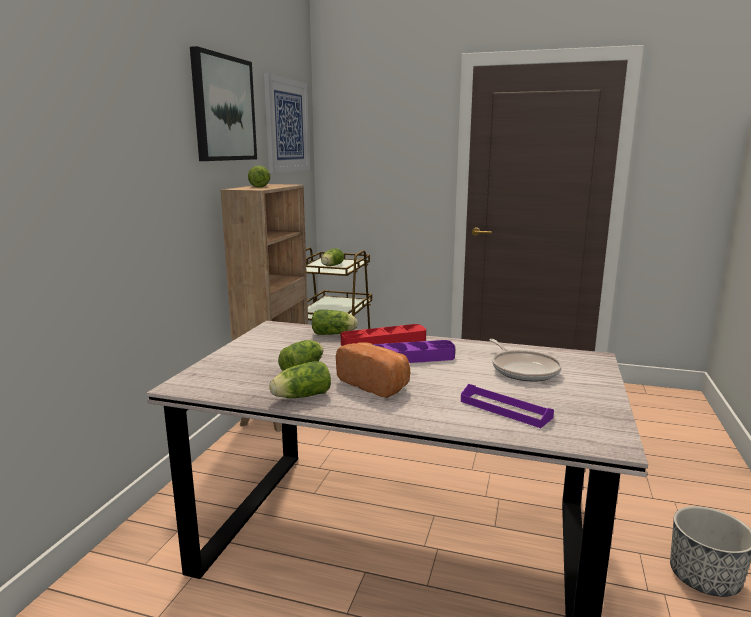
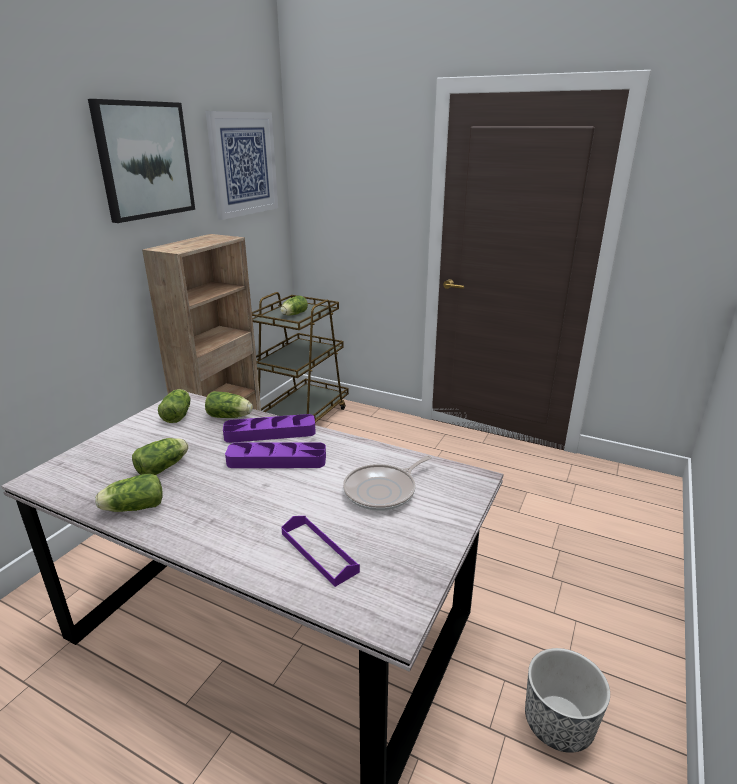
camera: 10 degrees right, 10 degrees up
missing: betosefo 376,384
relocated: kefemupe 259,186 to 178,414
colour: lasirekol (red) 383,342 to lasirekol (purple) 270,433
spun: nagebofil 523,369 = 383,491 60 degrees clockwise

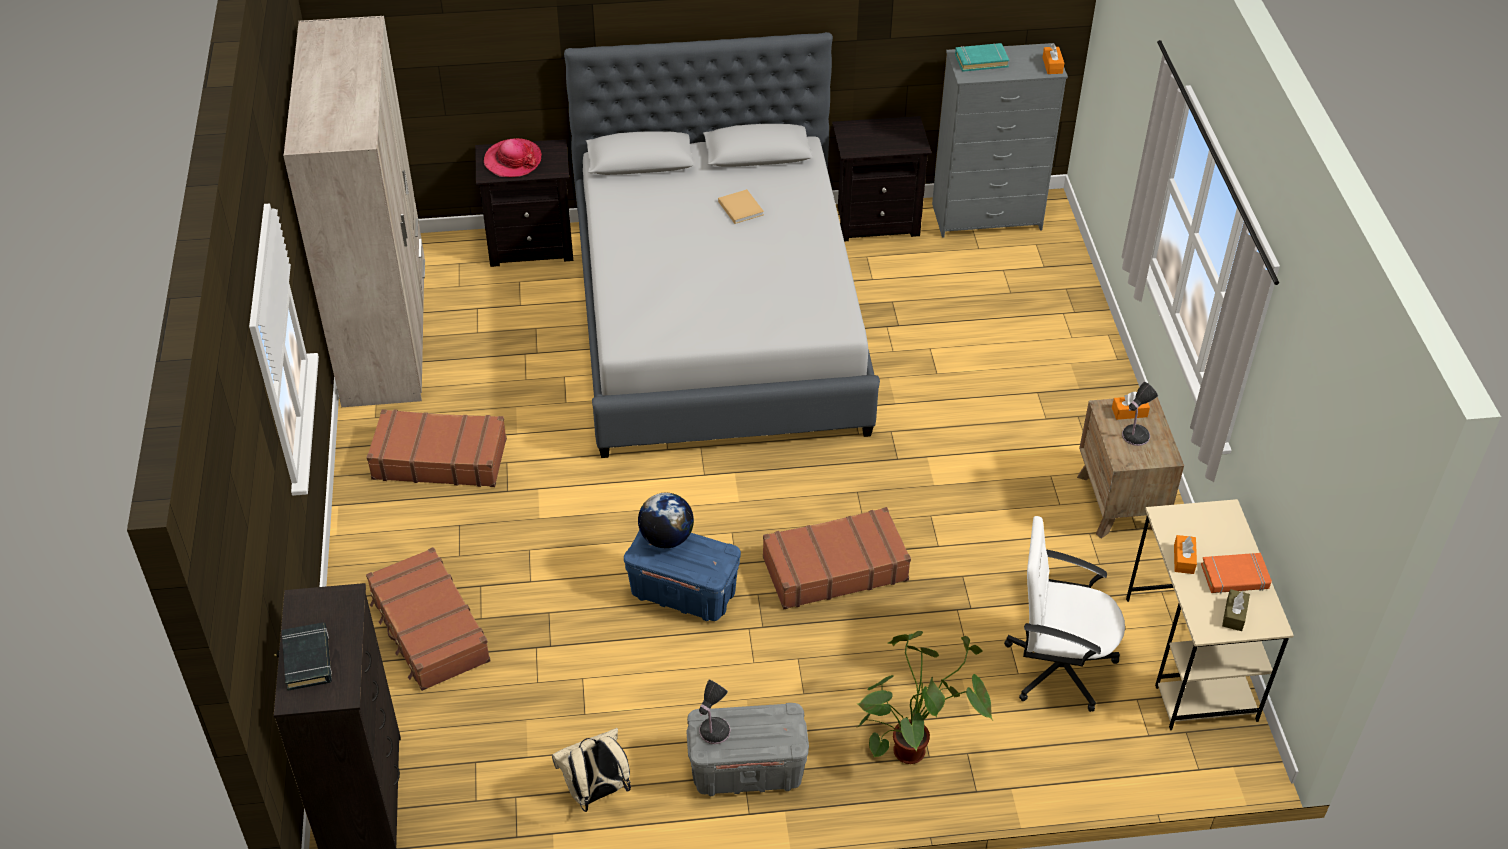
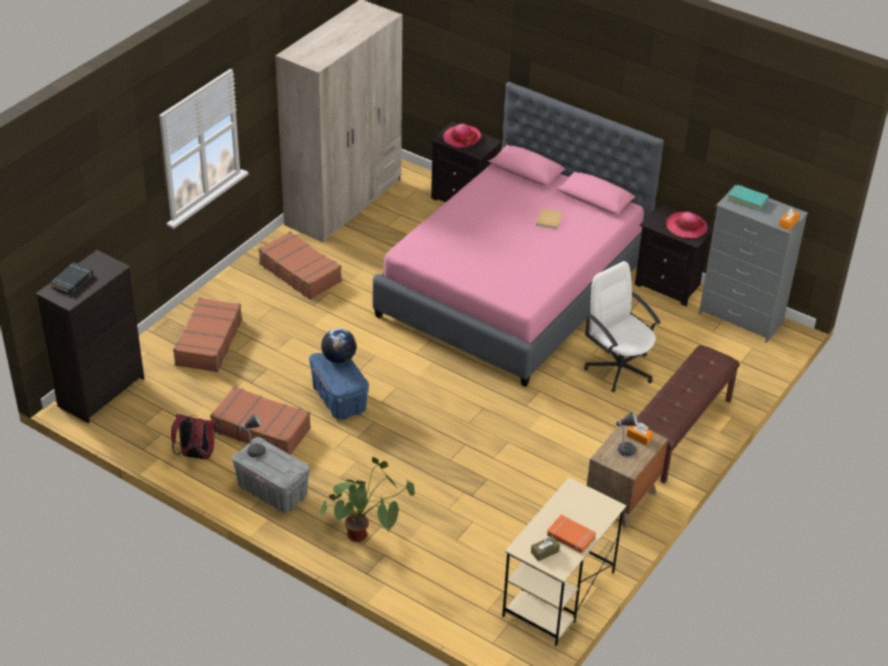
camera: 40 degrees right, 5 degrees down
missing: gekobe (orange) 1183,559
appeared: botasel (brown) 680,432; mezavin 686,227
relocated: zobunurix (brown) 834,568 to 261,429; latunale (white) 1057,666 to 619,368
colour: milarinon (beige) 596,793 to milarinon (red) 196,455; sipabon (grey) 719,324 to sipabon (pink) 514,288

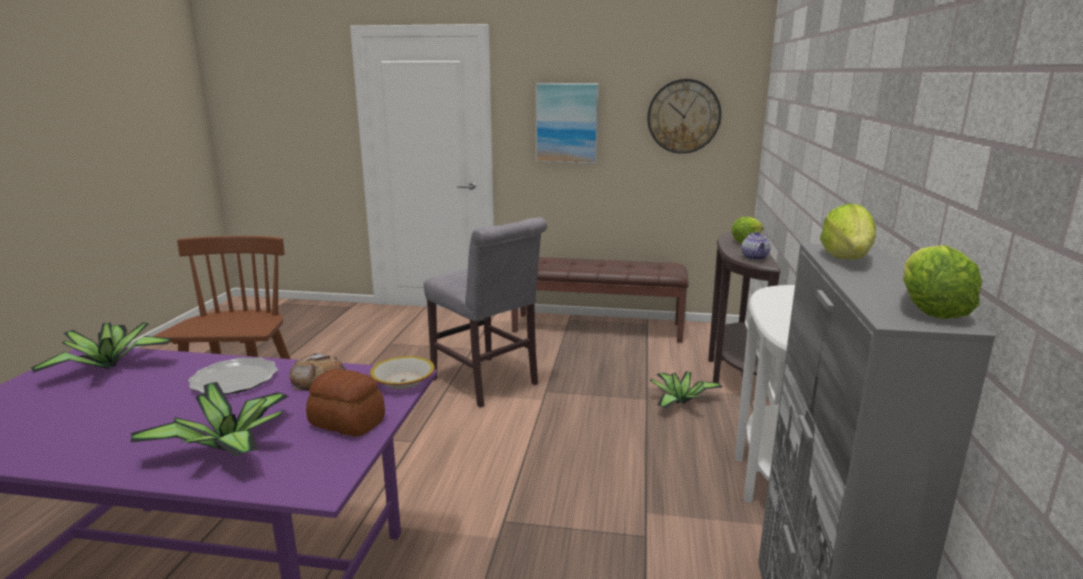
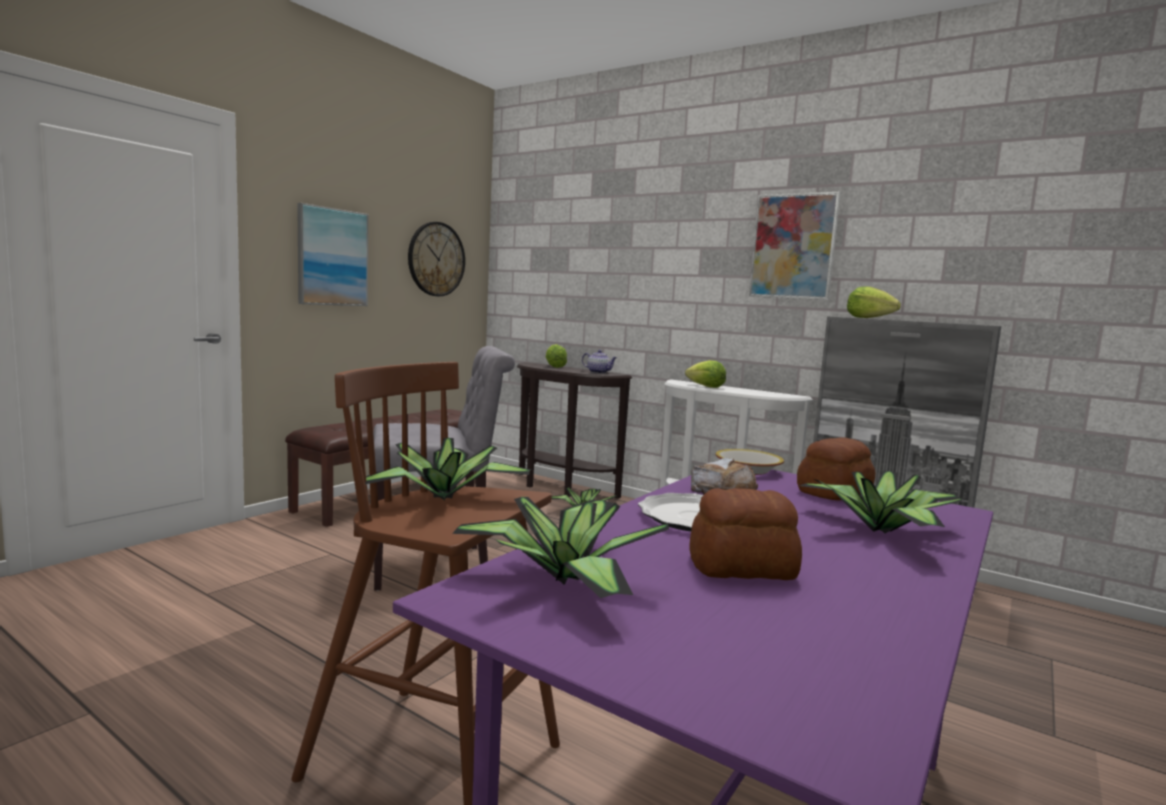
camera: 65 degrees left, 10 degrees down
appeared: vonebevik 444,496; betosefo 743,568; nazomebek 793,246
relocated: kefemupe 929,309 to 705,386

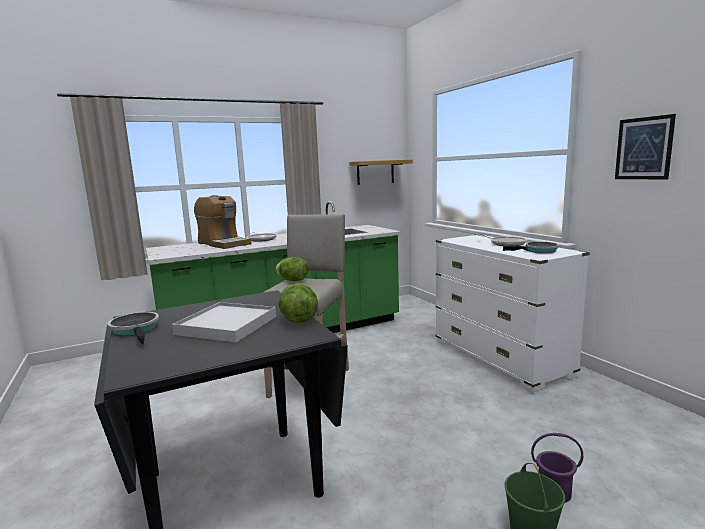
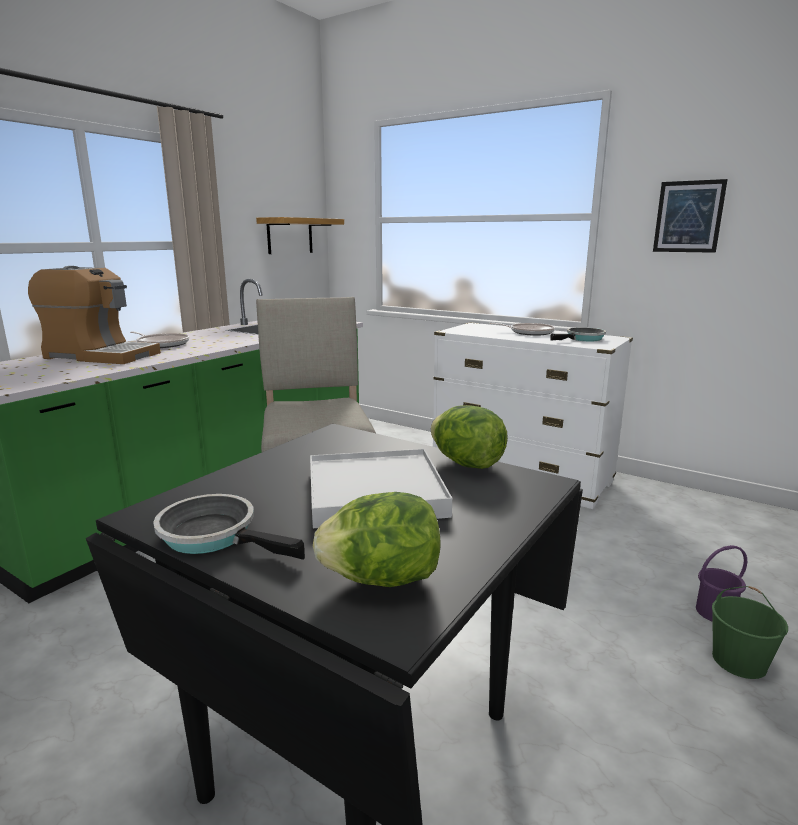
camera: 30 degrees left, 5 degrees up
relocated: kefemupe 292,280 to 382,579

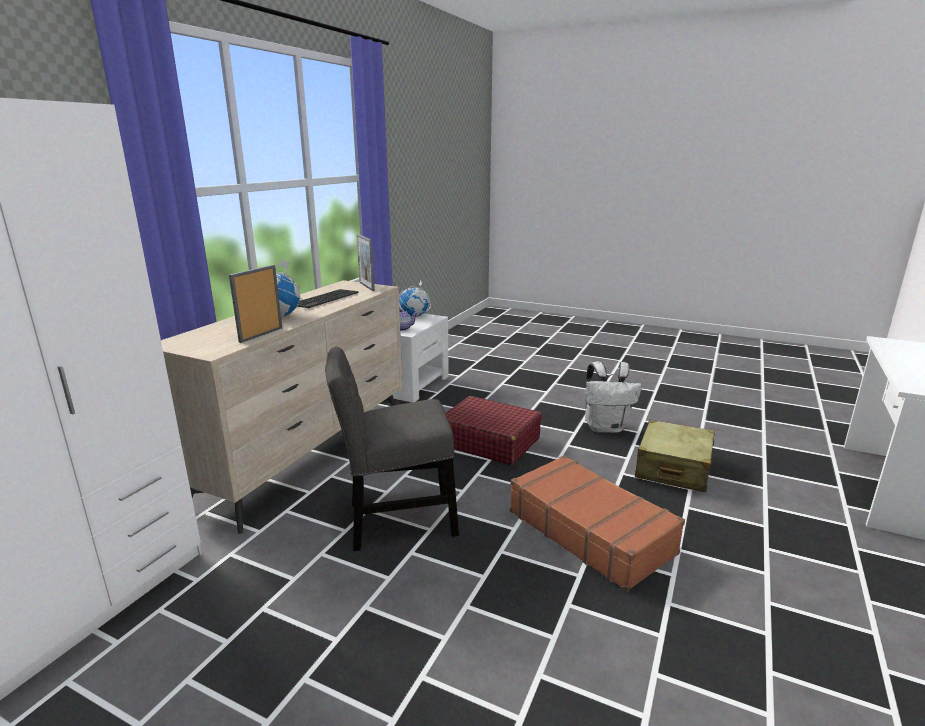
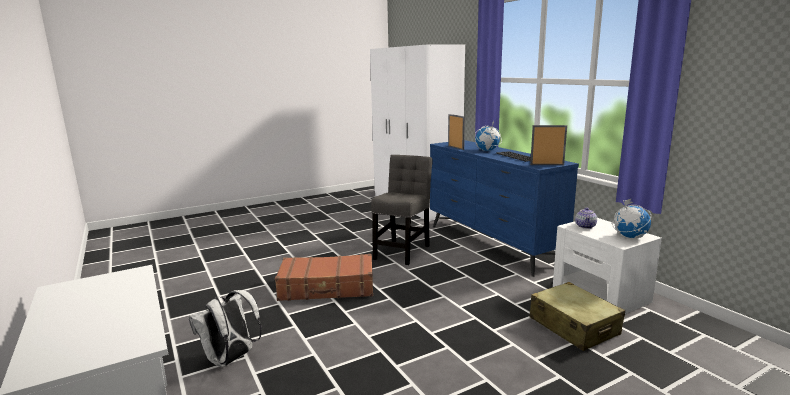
camera: 125 degrees right, 5 degrees down
missing: zobunurix (red) 489,441
relocated: milarinon (white) 606,427 to 231,359; zobunurix (beige) 673,468 to 573,326
colour: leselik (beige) 309,455 to leselik (blue) 491,244

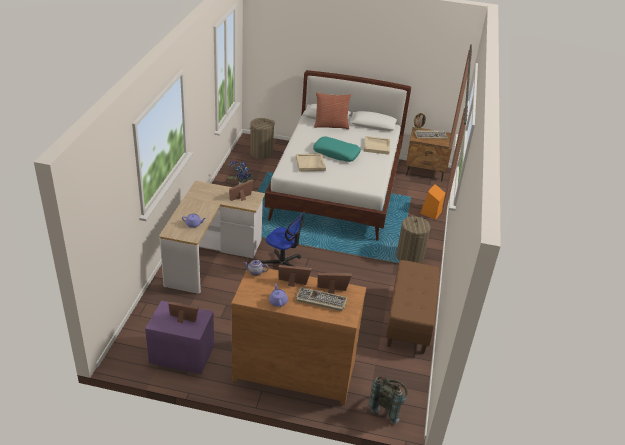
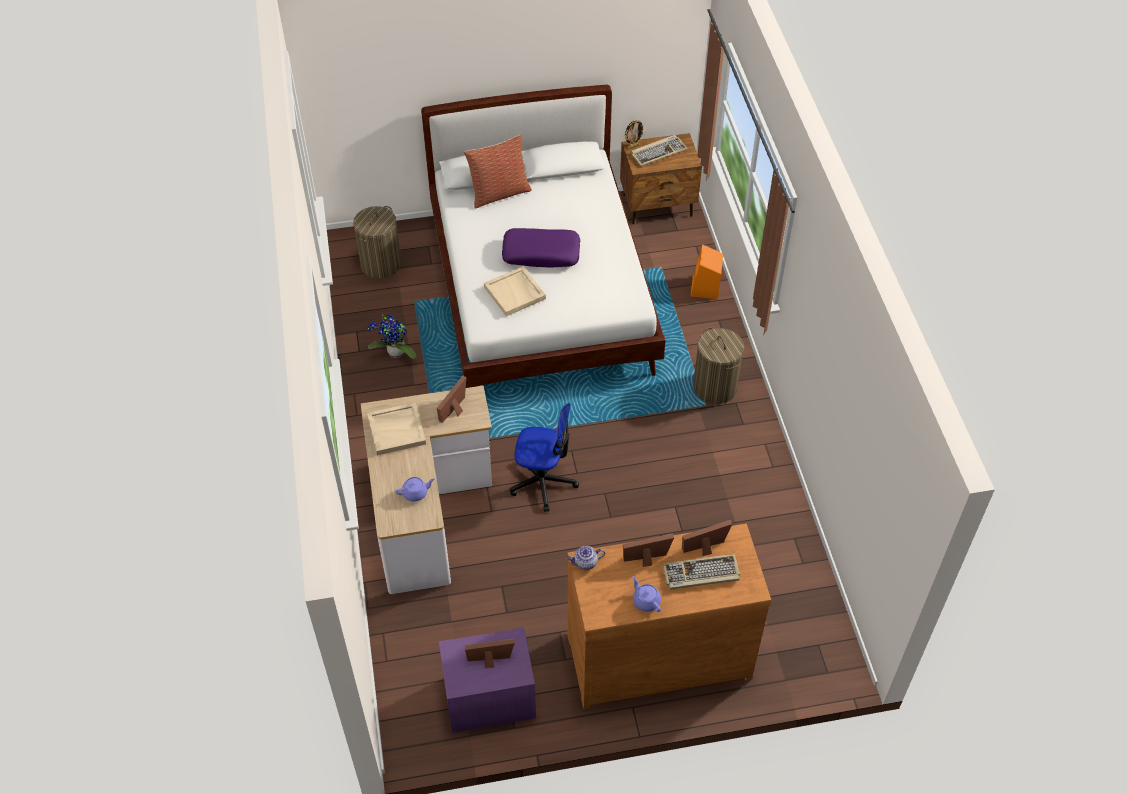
camera: 20 degrees left, 15 degrees up
missing: milarinon (grey) 388,407; botasel (brown) 410,320
relocated: lasirekol (beige) 377,146 to 397,430
colour: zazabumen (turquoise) 336,153 to zazabumen (purple) 541,253

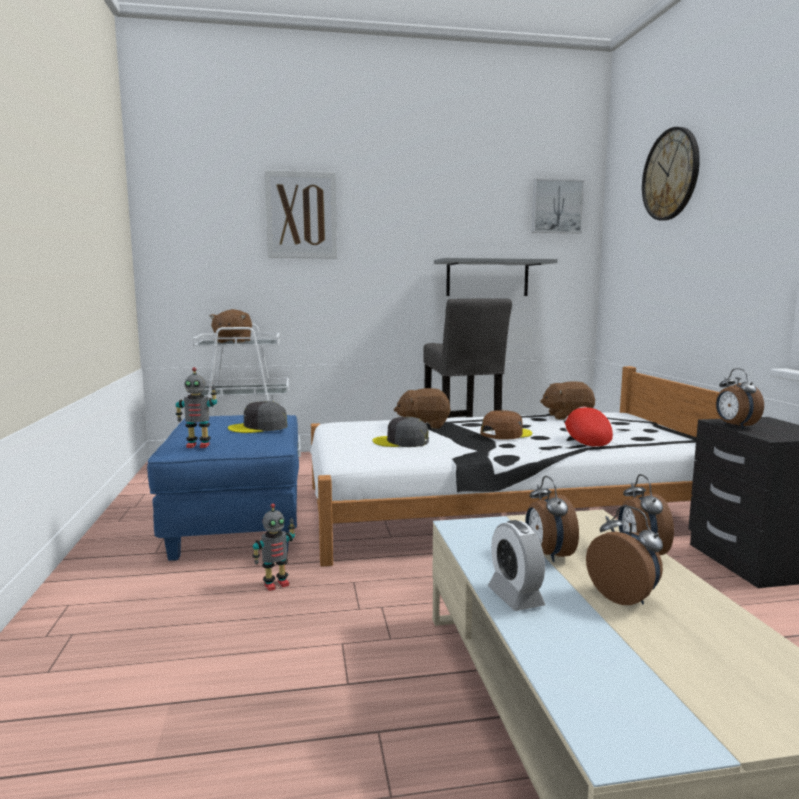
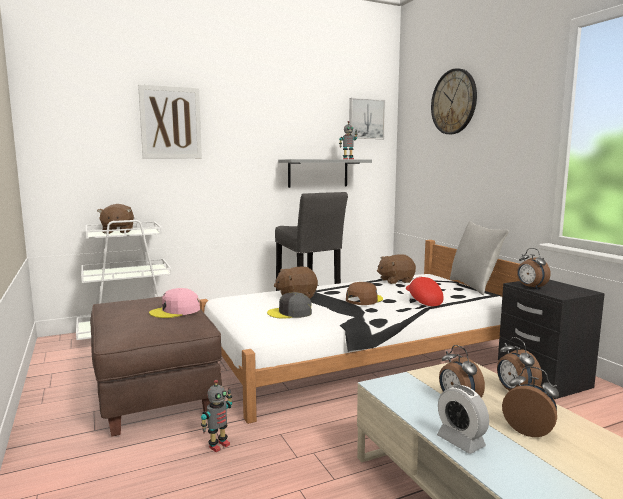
camera: 15 degrees left, 0 degrees up
appeared: zazabumen (grey) 474,286
relocated: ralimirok 198,445 to 348,159
colour: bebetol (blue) 237,524 to bebetol (brown) 155,394; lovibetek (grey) 259,427 to lovibetek (pink) 175,311

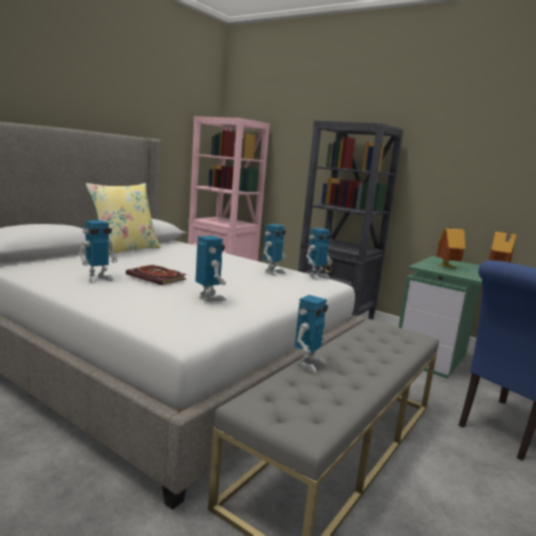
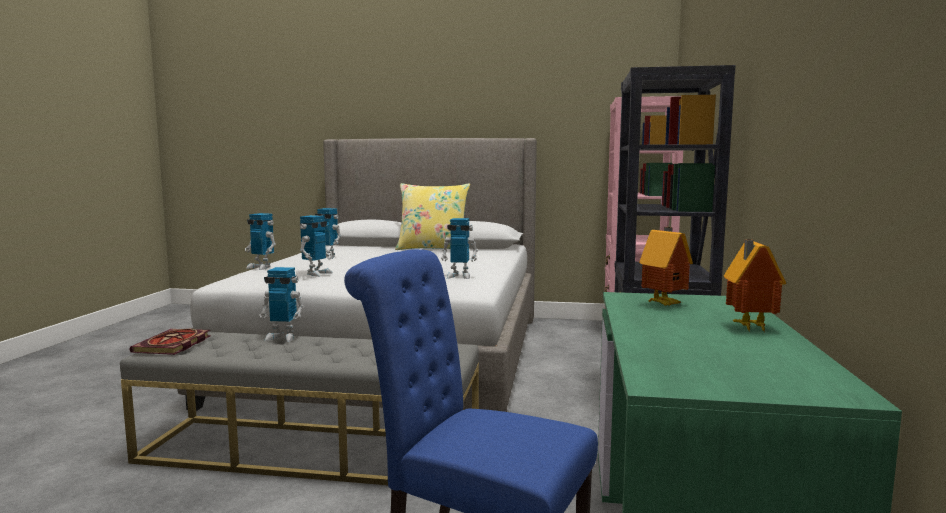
camera: 65 degrees right, 5 degrees down
relocated: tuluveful 158,277 to 173,345; ralimirok 316,277 to 261,267

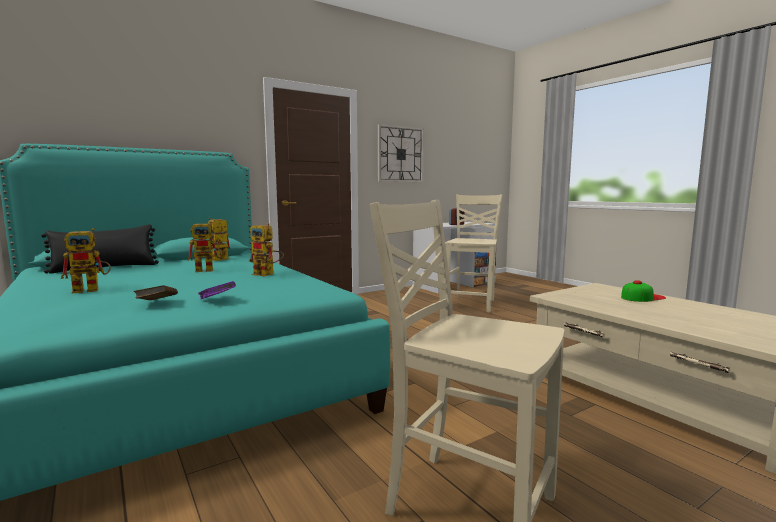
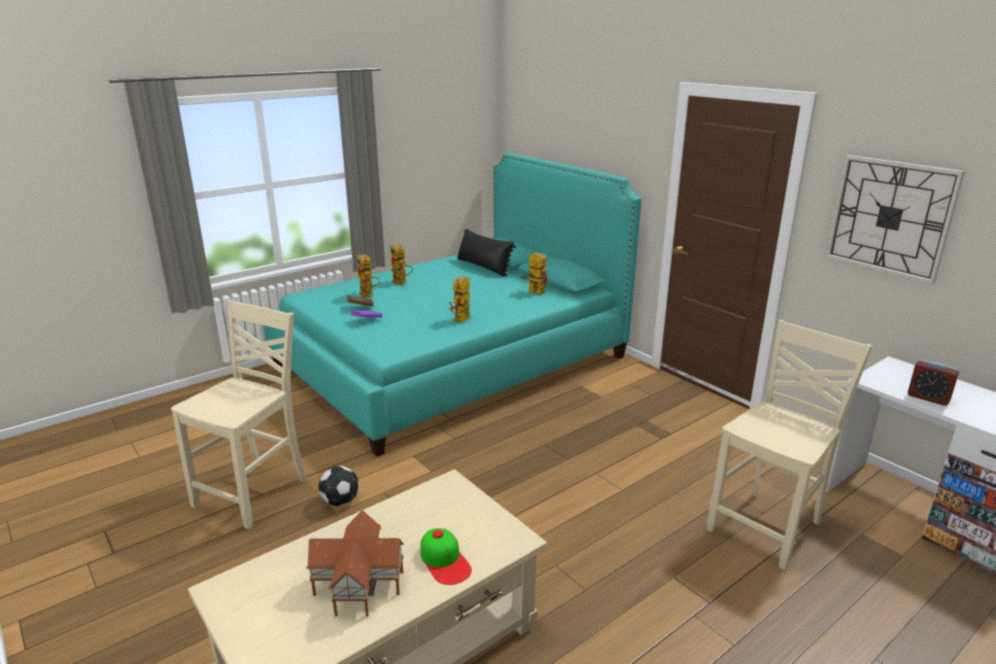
camera: 85 degrees right, 15 degrees up
appeared: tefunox 360,584; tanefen 341,501
relocated: ralimirok 208,270 to 368,295
spun: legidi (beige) 471,304 = 767,527 60 degrees counterclockwise

